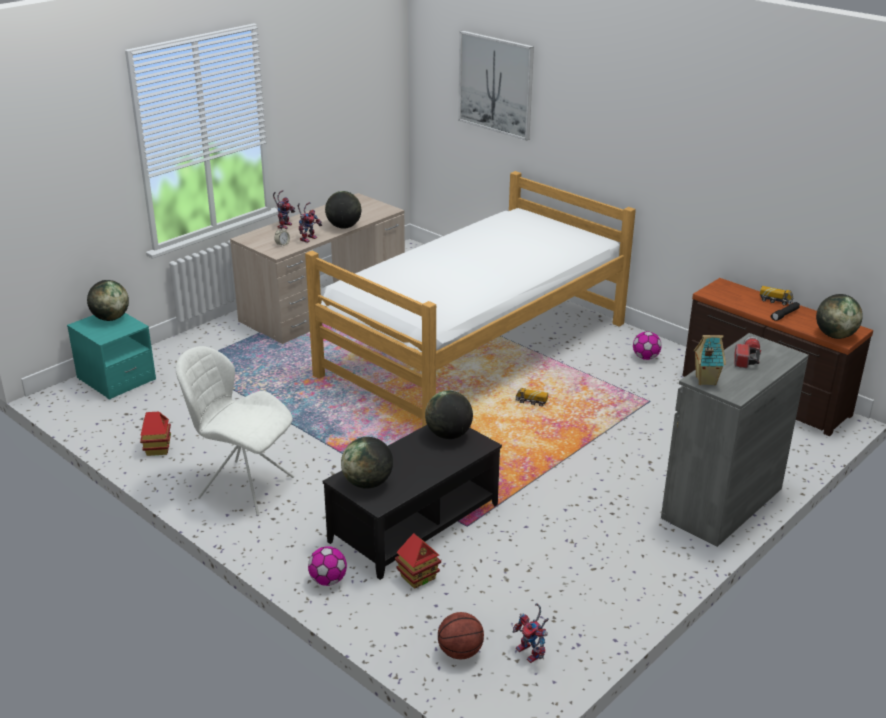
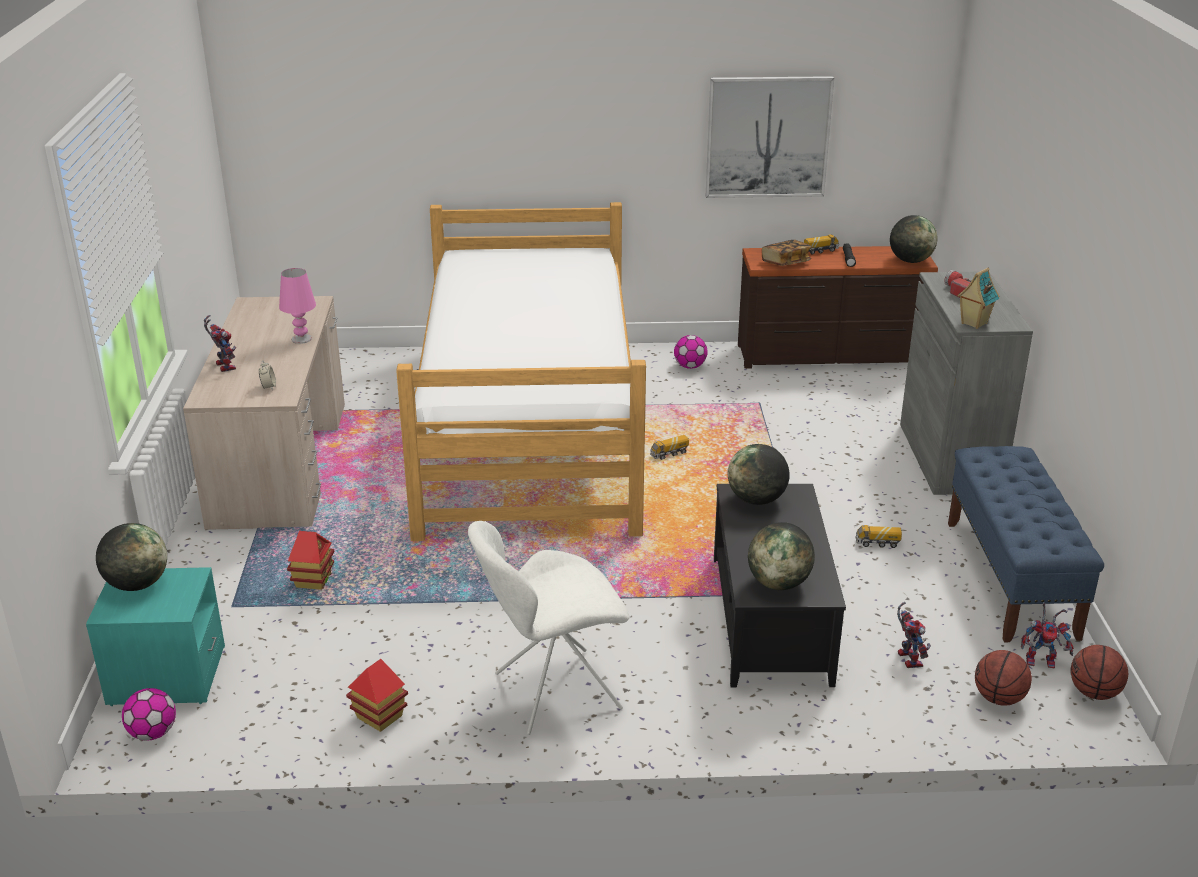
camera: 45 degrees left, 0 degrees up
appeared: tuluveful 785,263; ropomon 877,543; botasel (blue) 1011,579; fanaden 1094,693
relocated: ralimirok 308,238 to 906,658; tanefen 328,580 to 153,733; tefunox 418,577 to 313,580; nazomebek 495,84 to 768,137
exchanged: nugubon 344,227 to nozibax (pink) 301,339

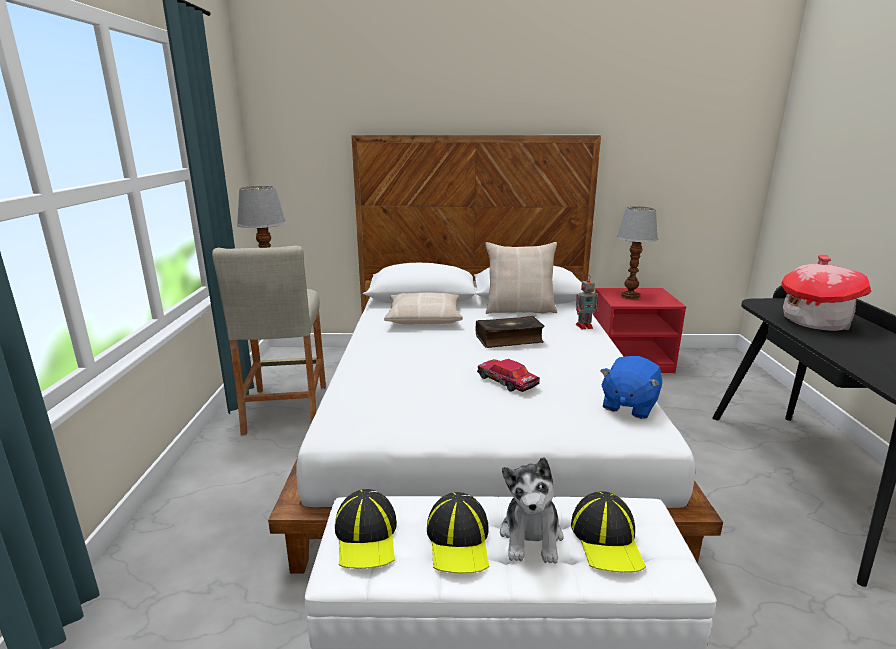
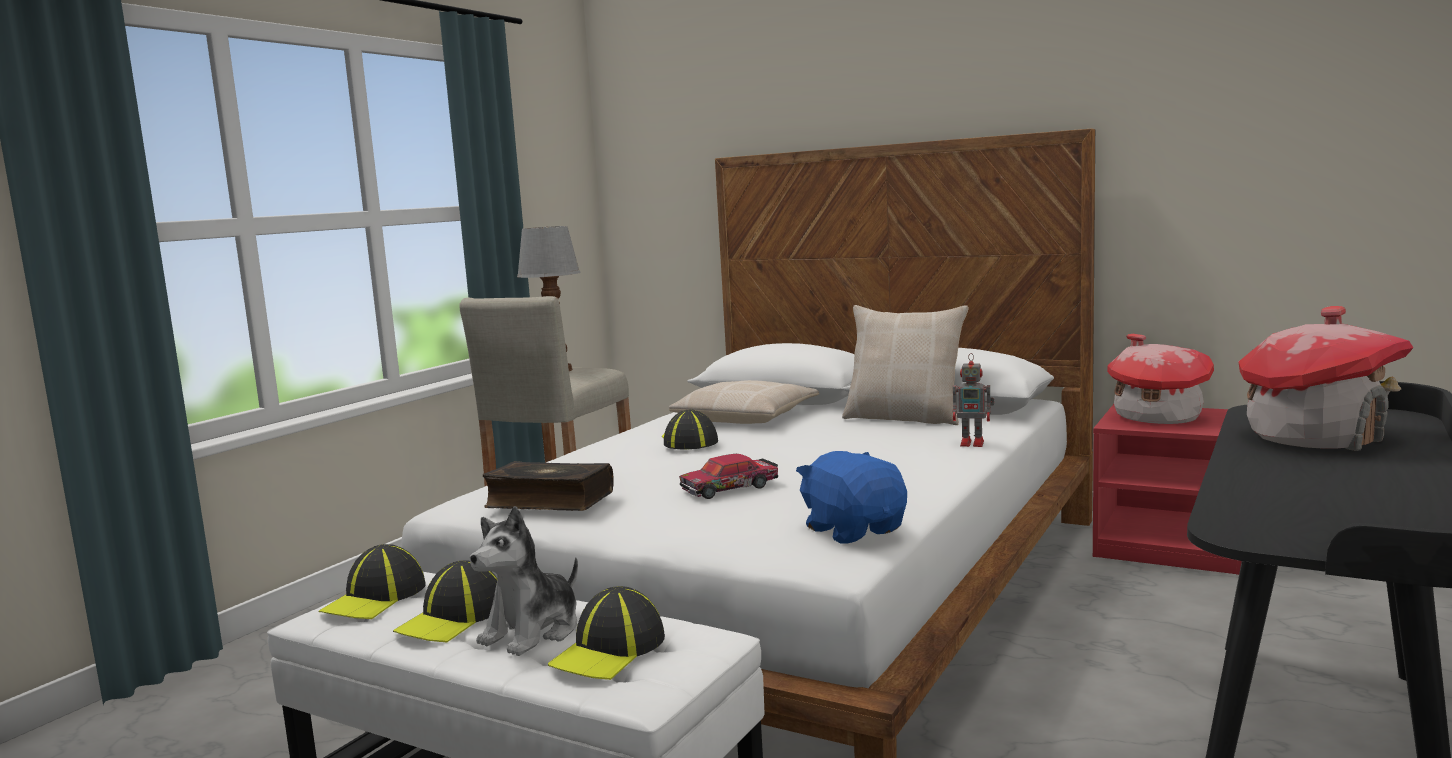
camera: 30 degrees right, 10 degrees down
appeared: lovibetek 688,441
relocated: tuluveful 509,339 to 549,501
exchanged: nozibax 629,296 to tefunox 1156,417
spun: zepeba 507,382 = 730,488 105 degrees counterclockwise; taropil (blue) 628,405 = 854,530 90 degrees clockwise

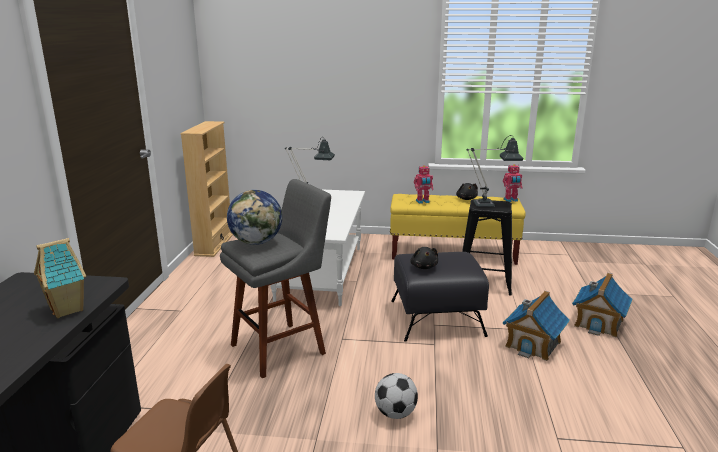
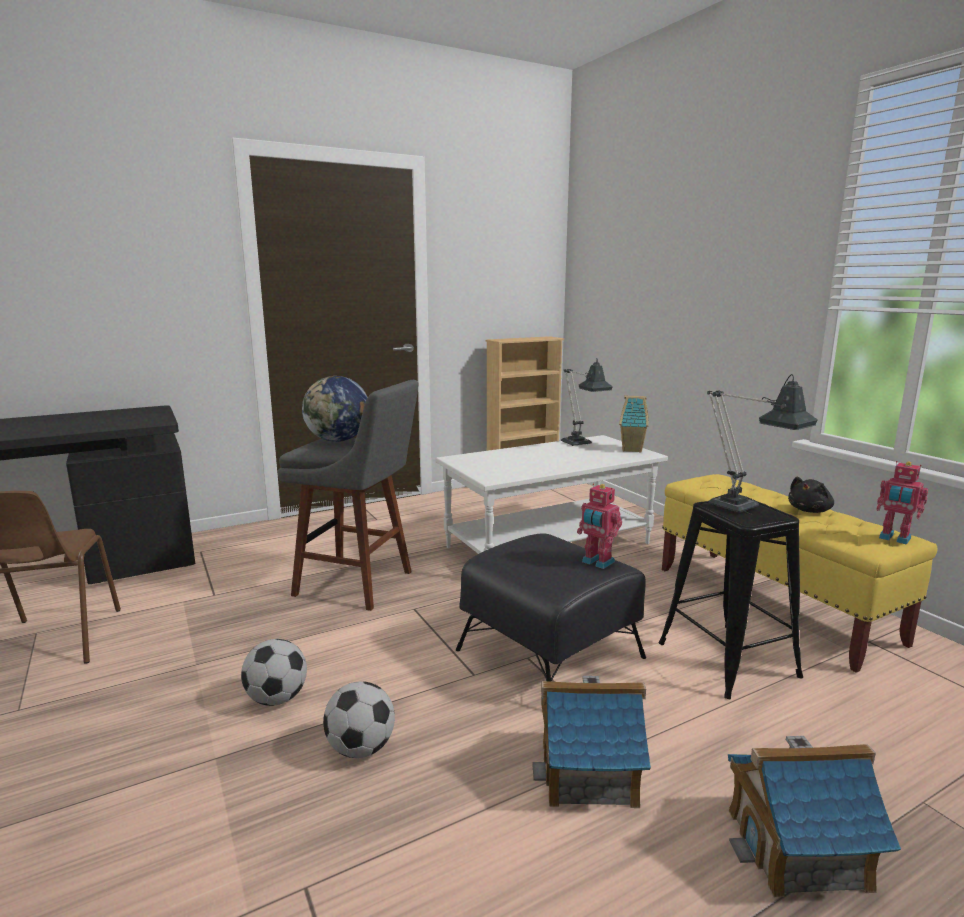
camera: 55 degrees right, 5 degrees down
missing: taropil (black) 424,267
appeared: tanefen 361,748
relocated: tefunox 68,309 to 633,449; ralimirok 423,202 to 597,562

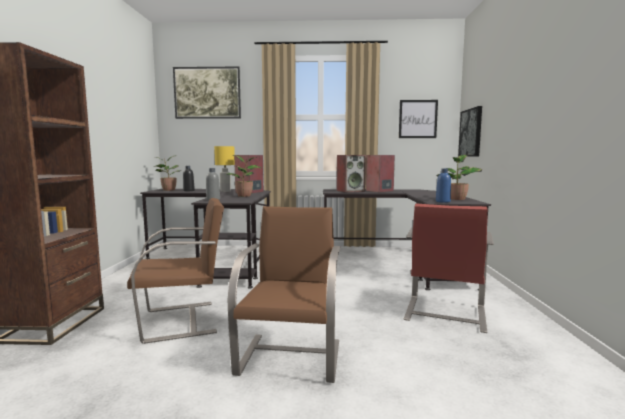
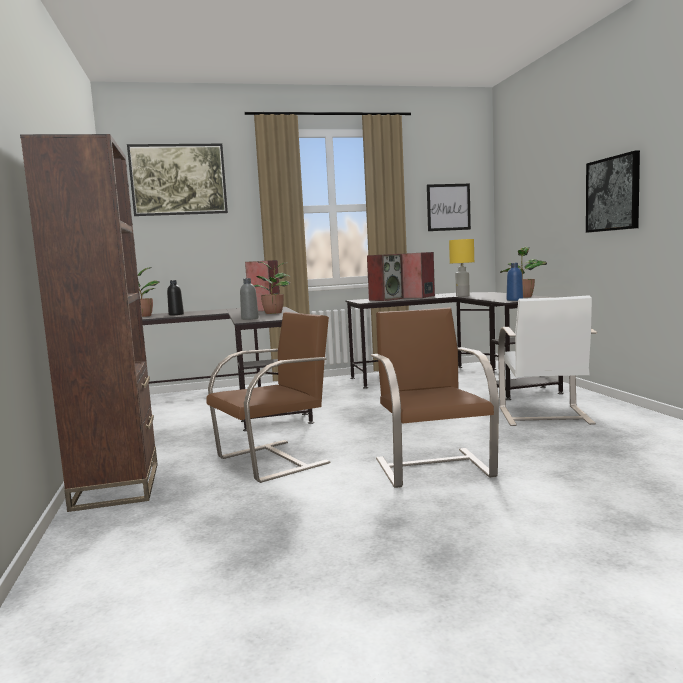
camera: 15 degrees left, 0 degrees up
relocated: nozibax (yellow) 225,191 to 462,296; nazomebek 471,133 to 613,194
colour: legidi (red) 444,314 to legidi (white) 544,416

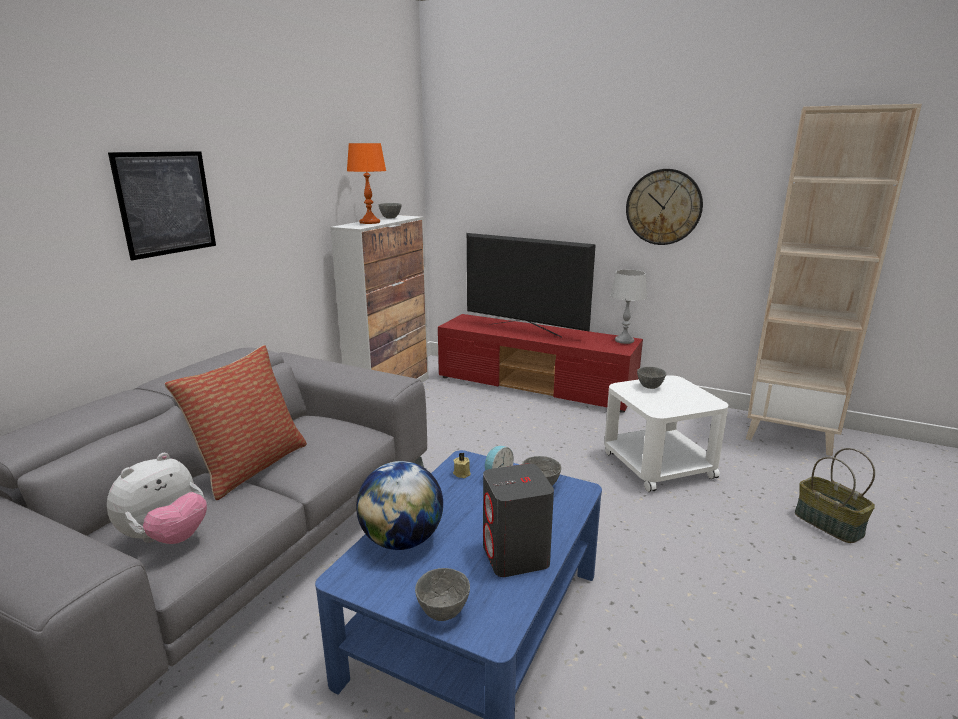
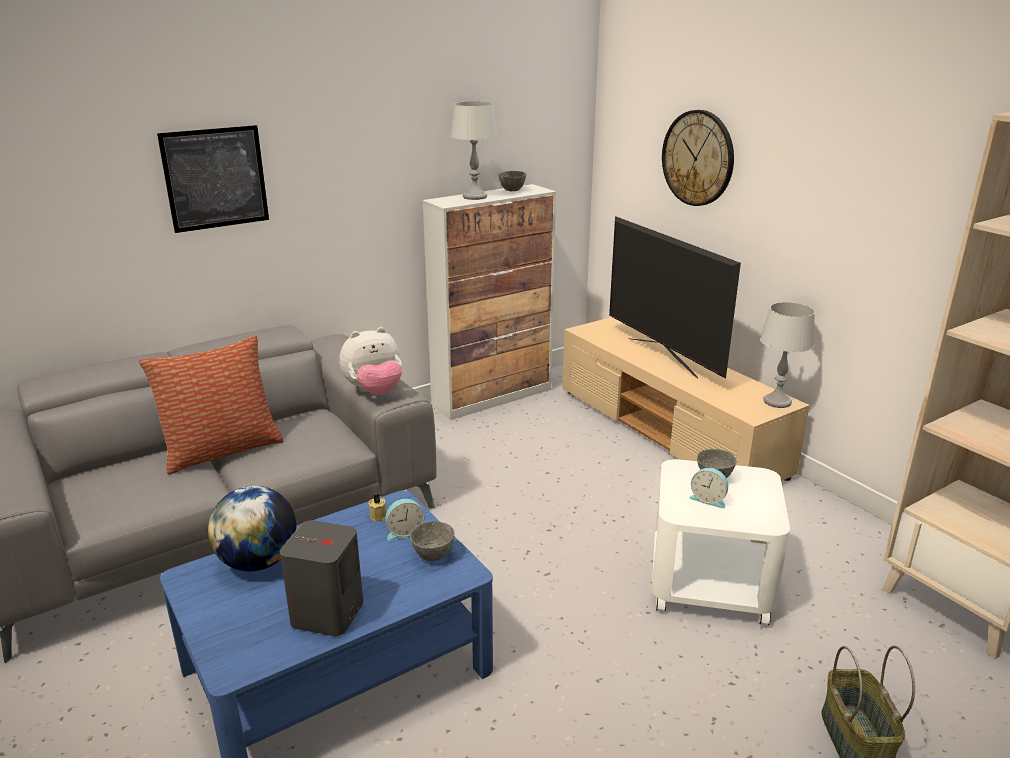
camera: 30 degrees right, 5 degrees up
missing: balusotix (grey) 442,612
appeared: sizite 708,499
relocated: taropil 167,537 to 374,391; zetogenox 663,207 to 698,158
colour: nozibax (orange) 369,222 to nozibax (grey) 474,197; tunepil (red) 536,386 to tunepil (beige) 669,432

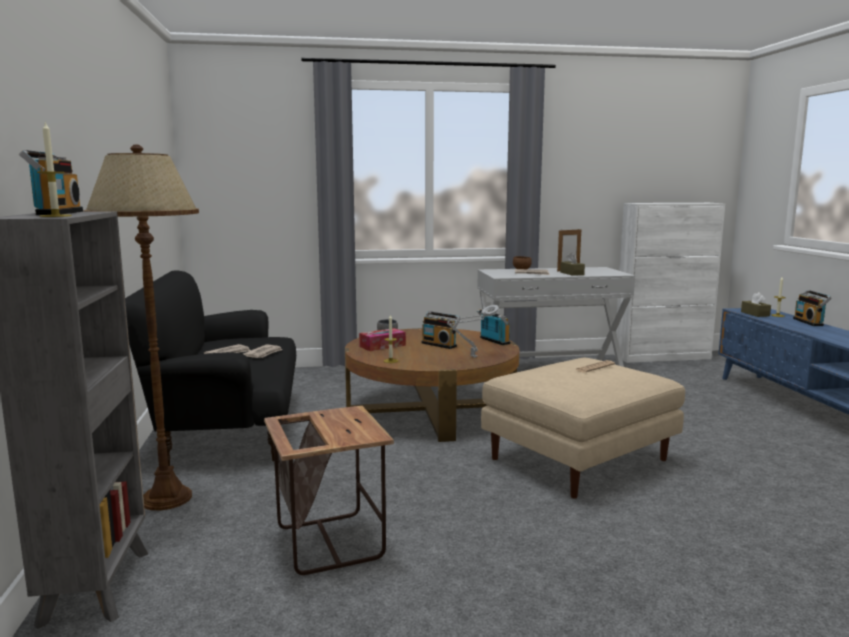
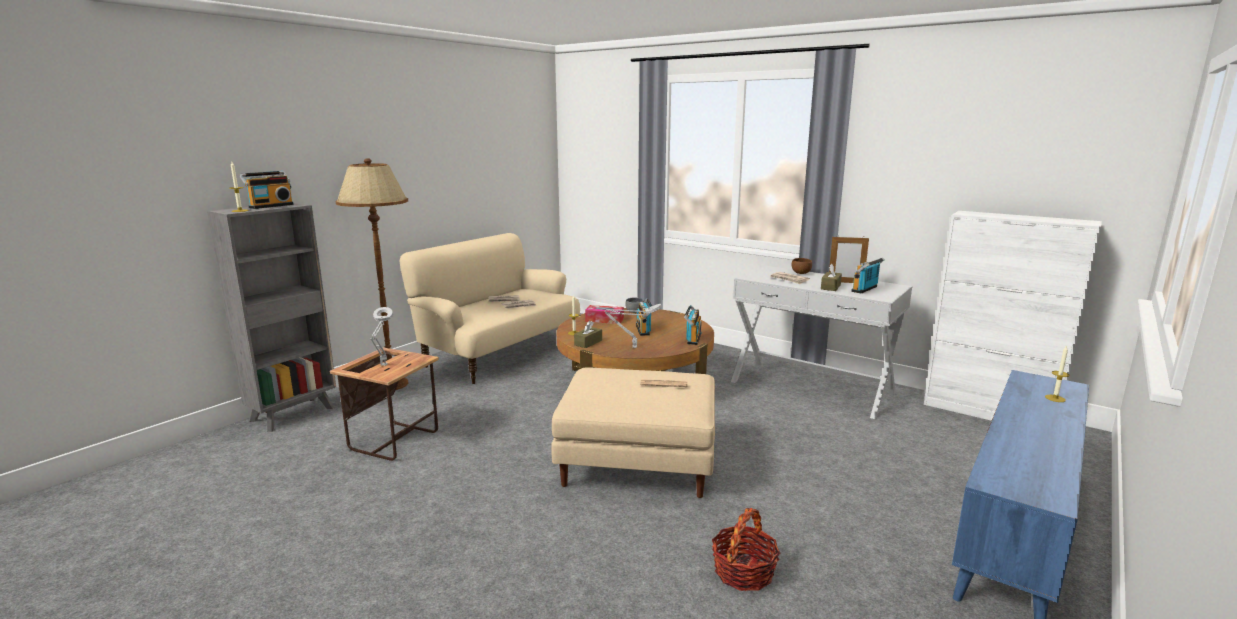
camera: 45 degrees right, 5 degrees up
appeared: nozibax (grey) 383,366; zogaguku 743,572
relocated: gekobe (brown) 755,314 to 588,343; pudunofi 809,322 to 866,289
colour: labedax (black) 229,427 to labedax (beige) 499,354

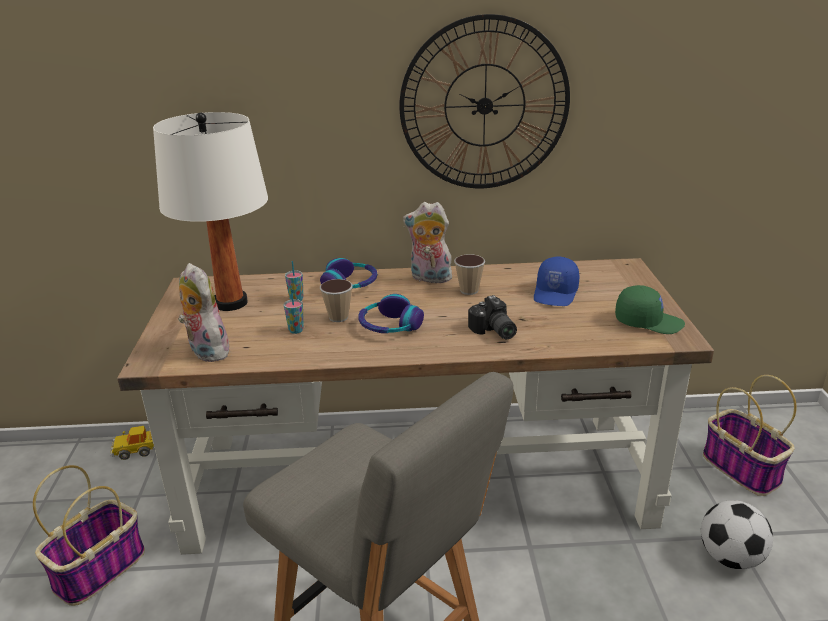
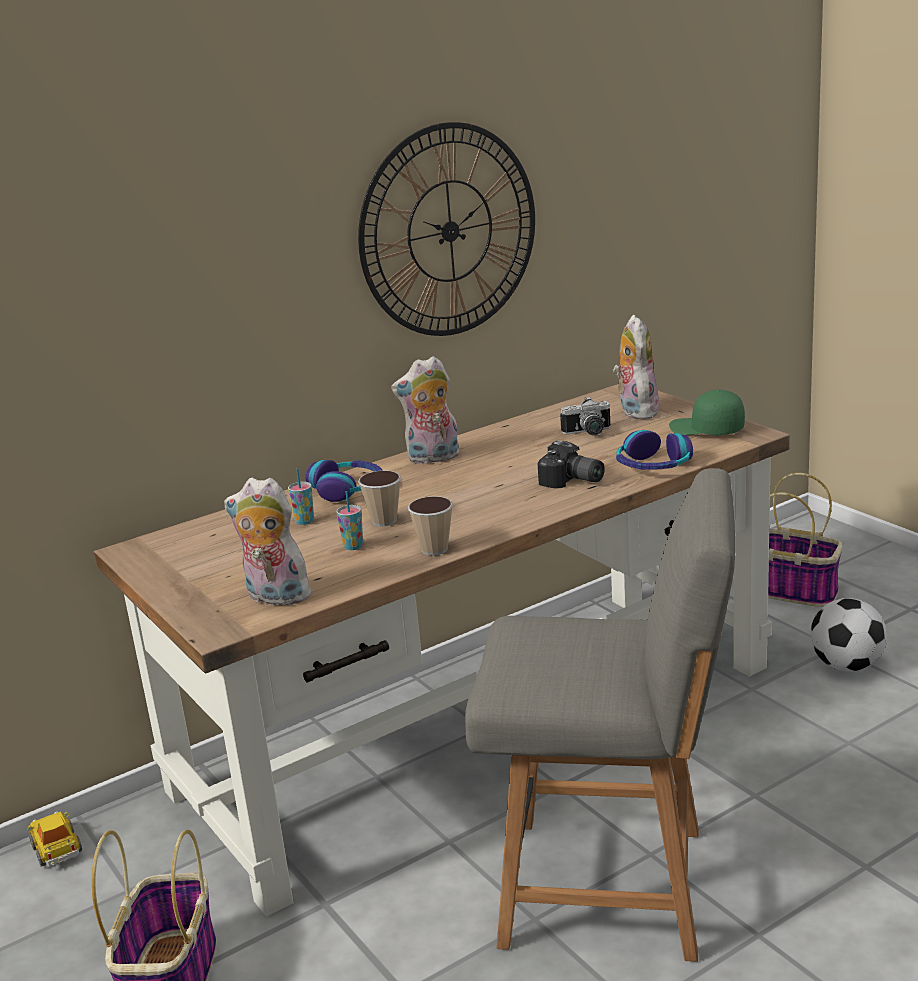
camera: 30 degrees left, 5 degrees down
missing: nozibax (white) 230,303
appeared: taropil 635,411
relocated: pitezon 389,326 to 653,466; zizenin 469,290 to 434,549
exchanged: lovibetek (blue) 556,293 to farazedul 588,433
spun: zepeba 135,450 = 57,849 105 degrees clockwise; lovibetek (green) 648,321 = 706,430 135 degrees counterclockwise

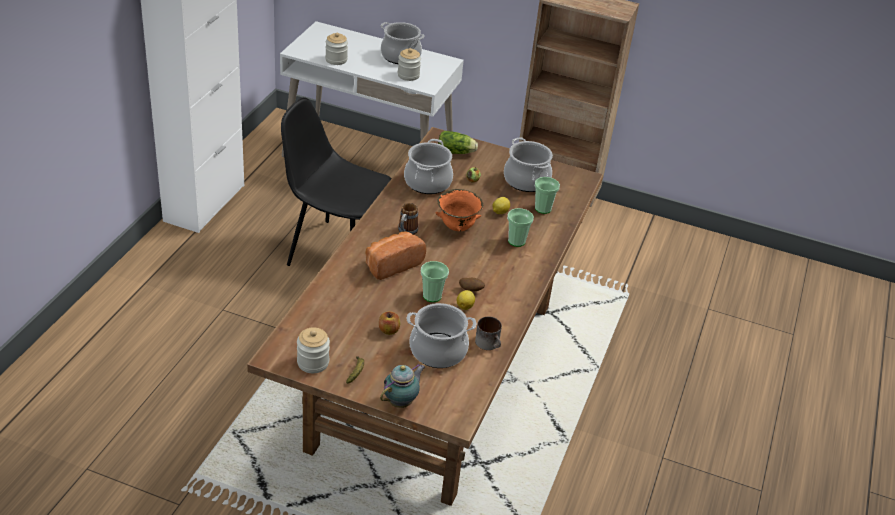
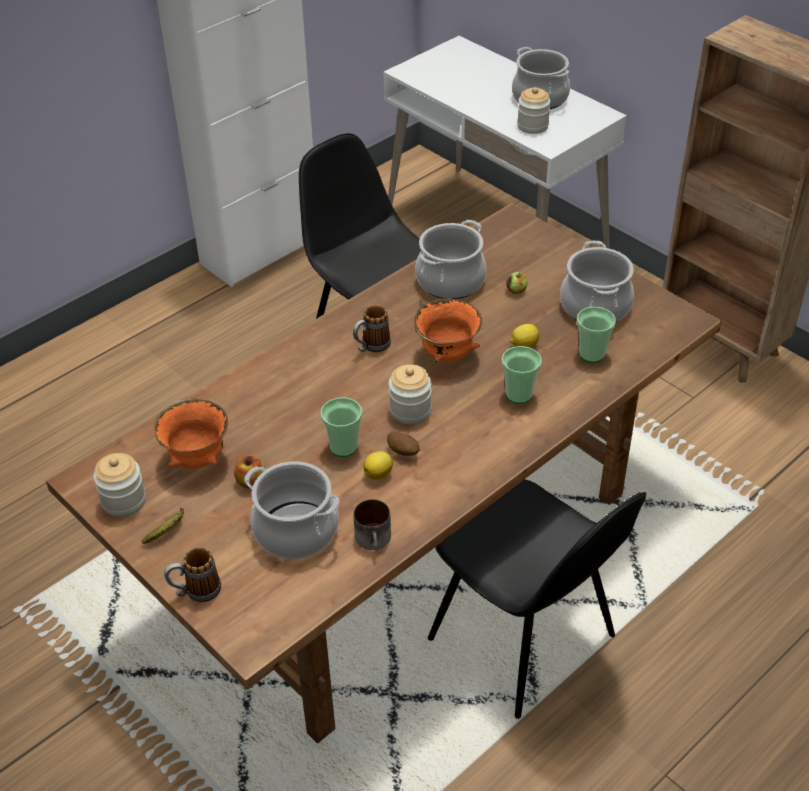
camera: 30 degrees right, 5 degrees up
missing: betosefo 391,264; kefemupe 457,152
appeared: balusotix (orange) 198,459; legidi (black) 525,641
relocated: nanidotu 336,60 to 410,410
exchanged: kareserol 401,402 to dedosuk 195,591

